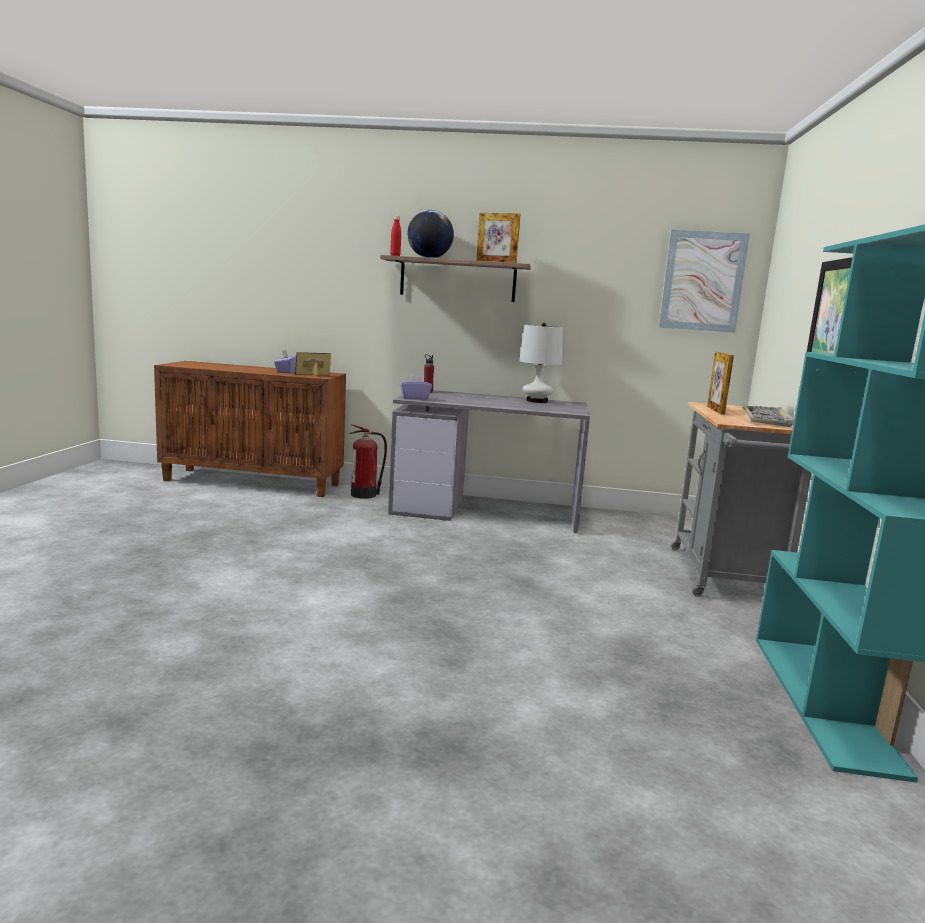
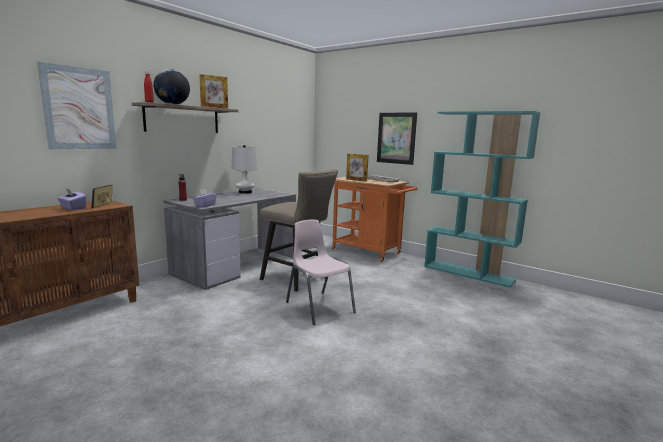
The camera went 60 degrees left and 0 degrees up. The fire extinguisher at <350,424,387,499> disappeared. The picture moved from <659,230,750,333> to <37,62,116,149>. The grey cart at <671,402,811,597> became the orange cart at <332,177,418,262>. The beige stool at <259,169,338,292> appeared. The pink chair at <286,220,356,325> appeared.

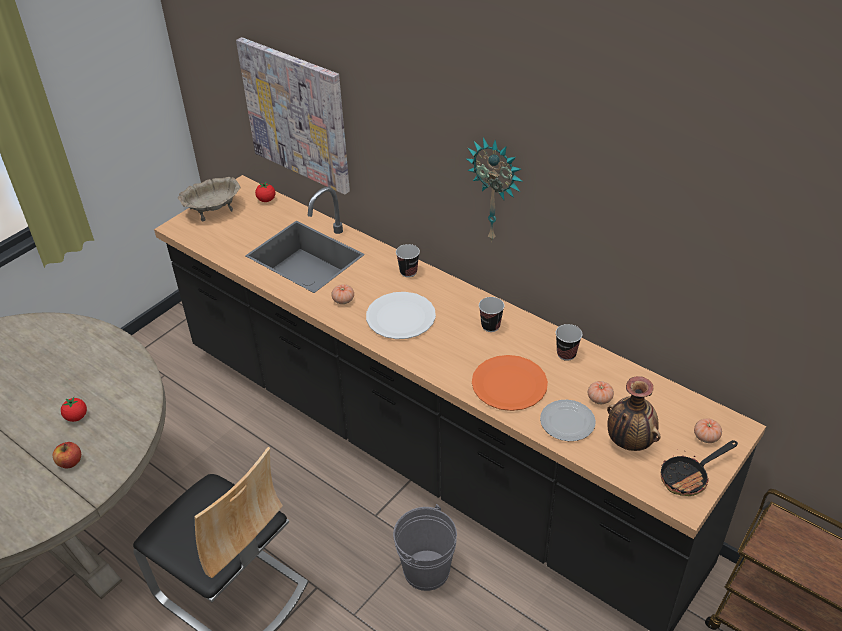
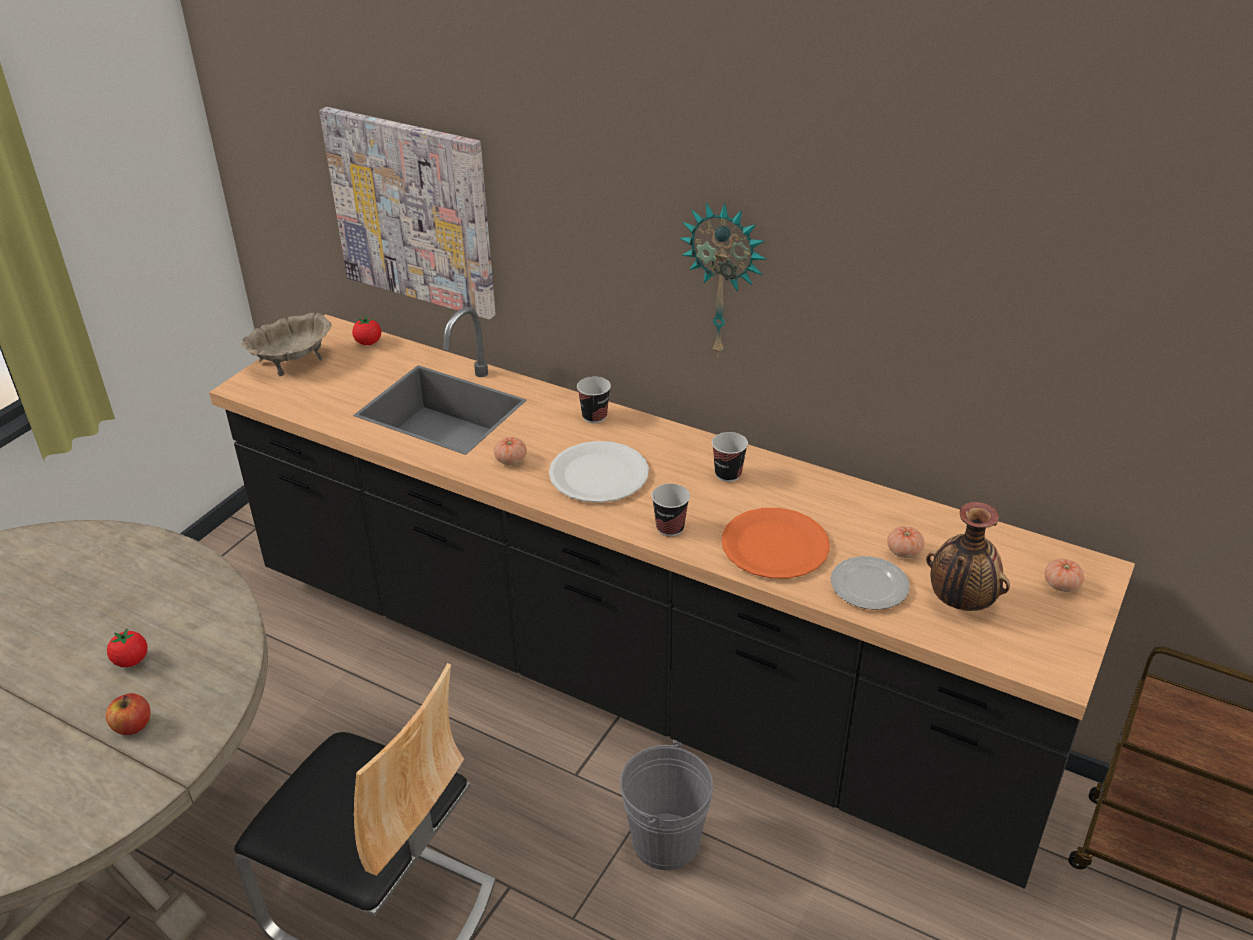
The camera went 10 degrees left and 5 degrees down. The cup moved from <555,324,582,361> to <651,484,690,537>. The frying pan at <661,440,738,496> disappeared.

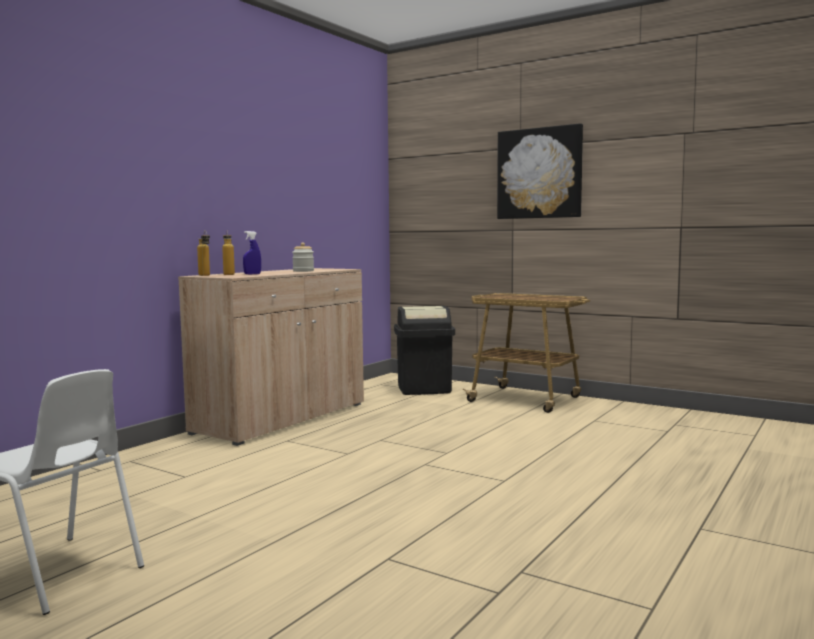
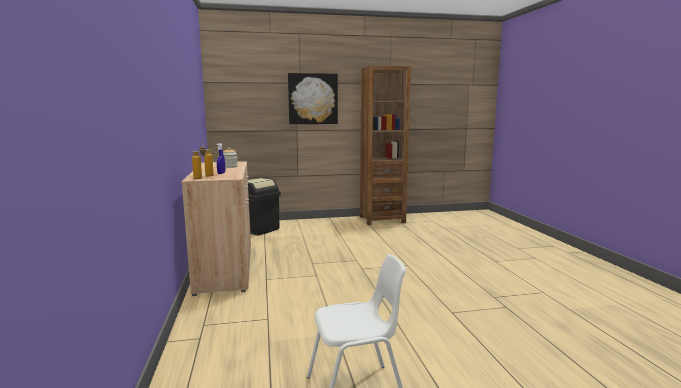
The camera went 45 degrees left and 5 degrees up. The cart at <462,293,590,413> disappeared. The brown bookcase at <360,65,411,225> appeared.

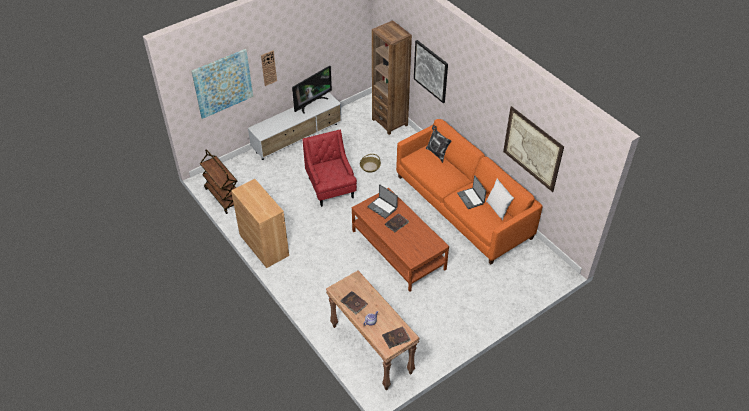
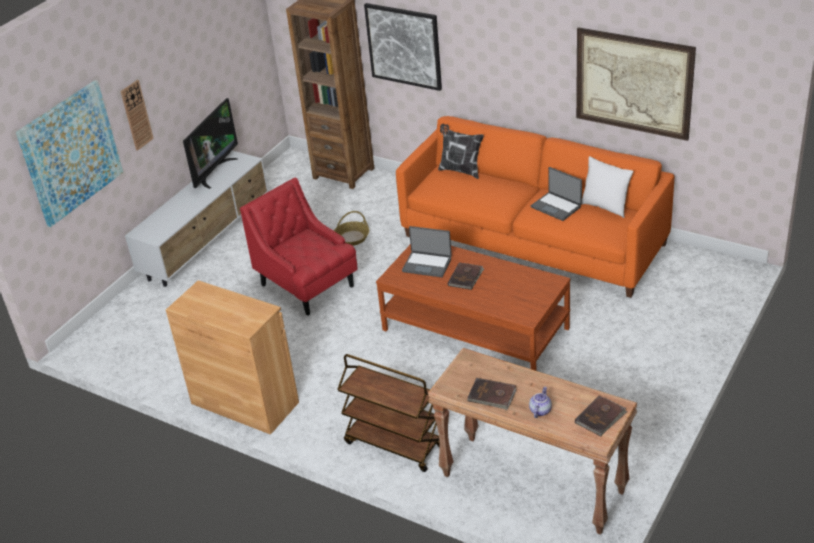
The camera went 20 degrees left and 10 degrees down. The brown cart moved from <200,149,237,214> to <337,354,440,472>.

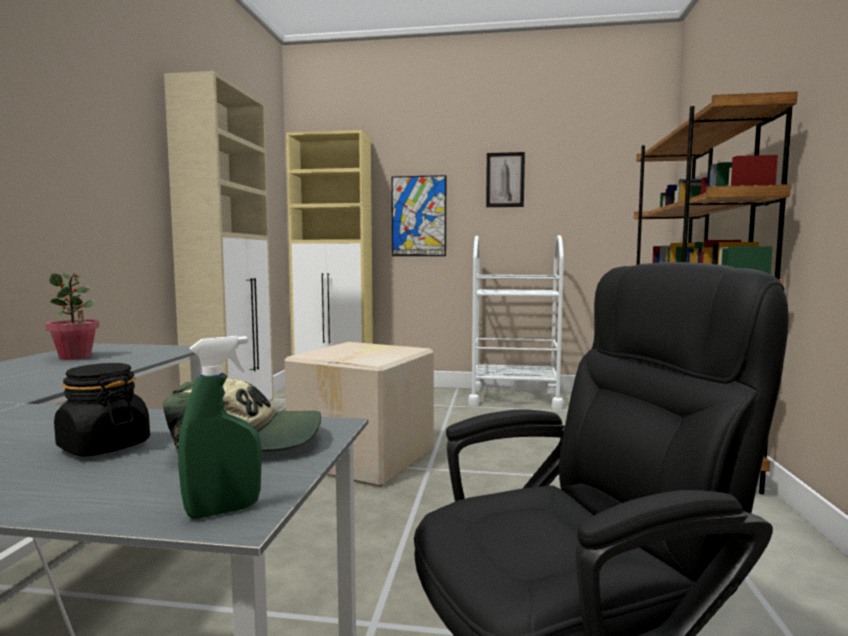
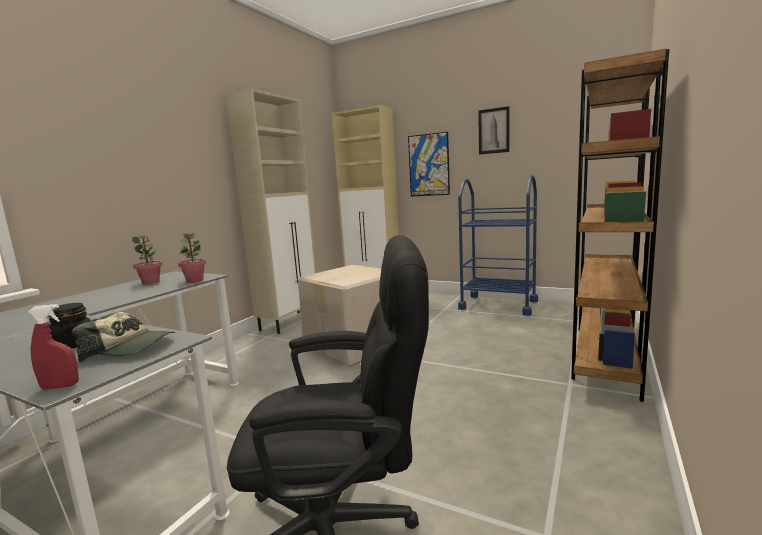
The camera went 20 degrees right and 5 degrees up. The green spray bottle at <178,336,262,519> became the red spray bottle at <28,304,79,390>. The white cart at <468,235,564,409> became the blue cart at <458,175,538,316>. The potted plant at <178,233,206,283> appeared.

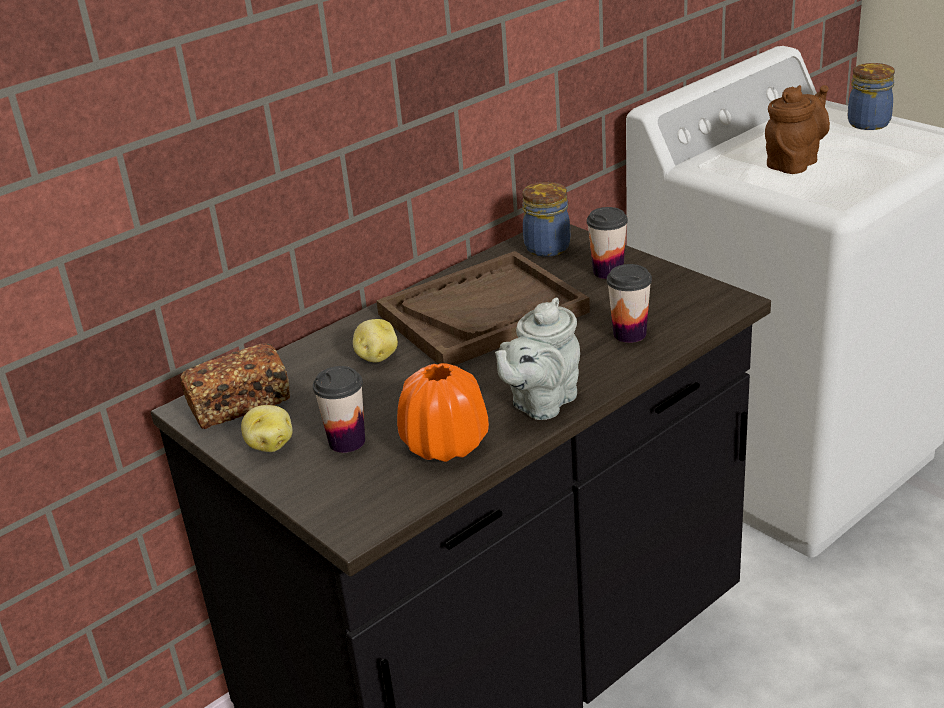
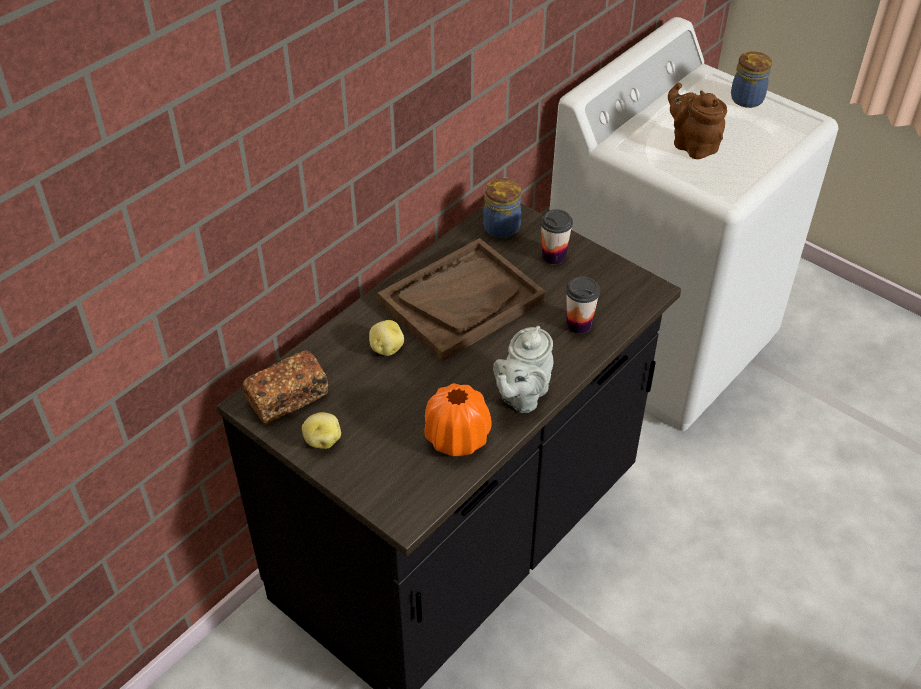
The camera went 10 degrees left and 15 degrees up. The cup at <313,366,365,453> disappeared. The brown teapot at <765,85,830,174> turned 75 degrees counterclockwise.

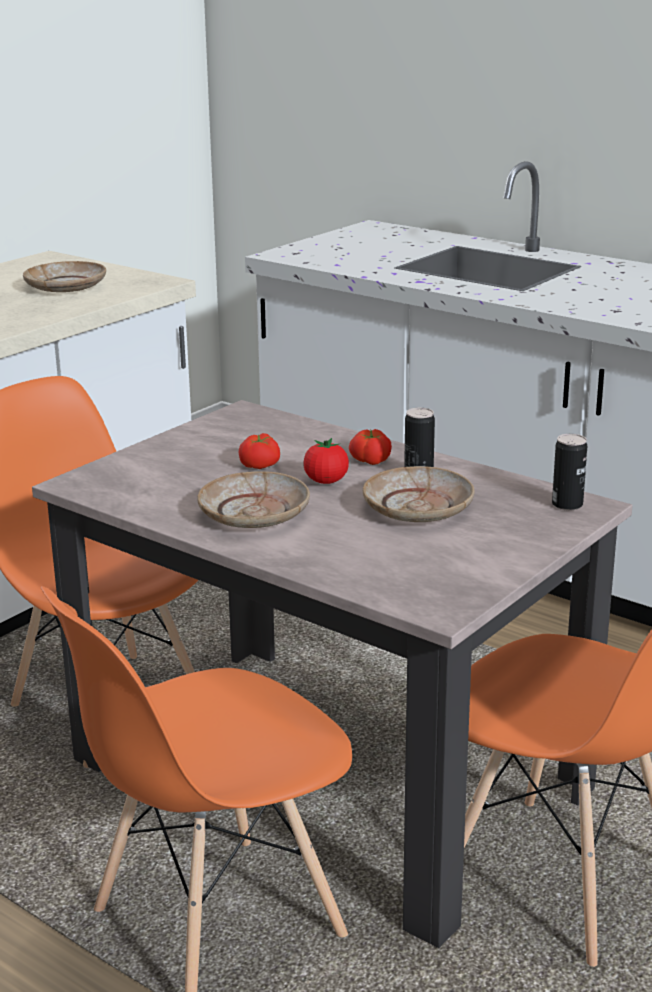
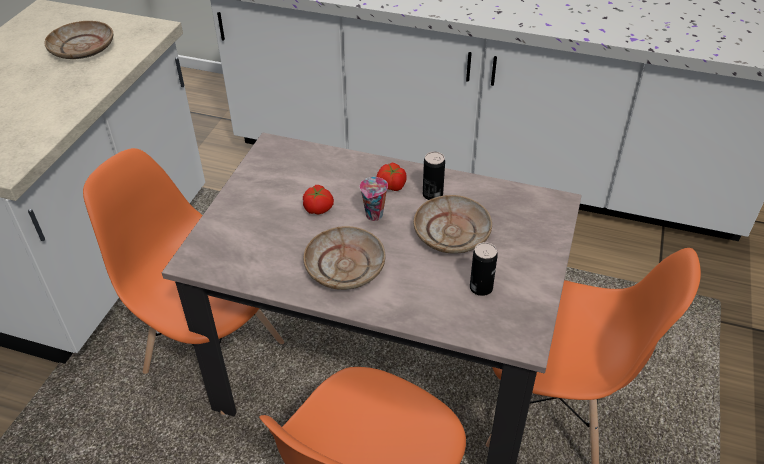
The camera went 20 degrees left and 20 degrees up. The tomato at <303,438,349,484> was replaced by the cup at <360,177,388,221>. The can moved from <552,434,587,511> to <470,242,498,296>.

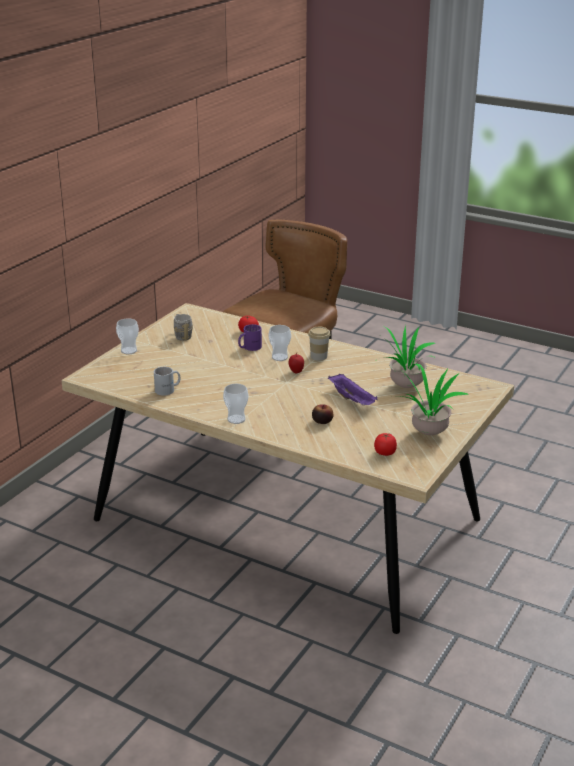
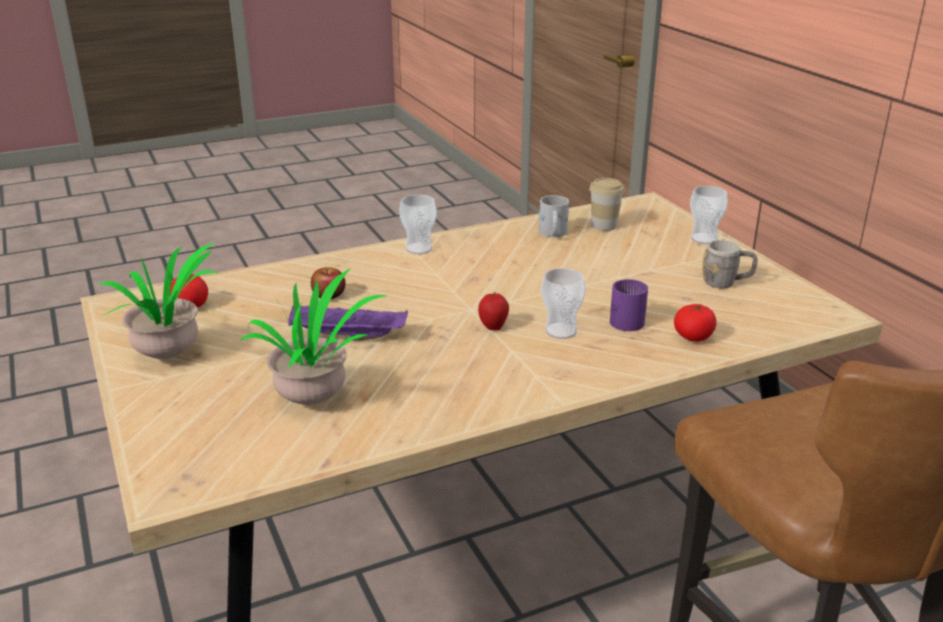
The camera went 125 degrees right and 0 degrees up. The cup moved from <308,327,331,361> to <589,178,624,231>.

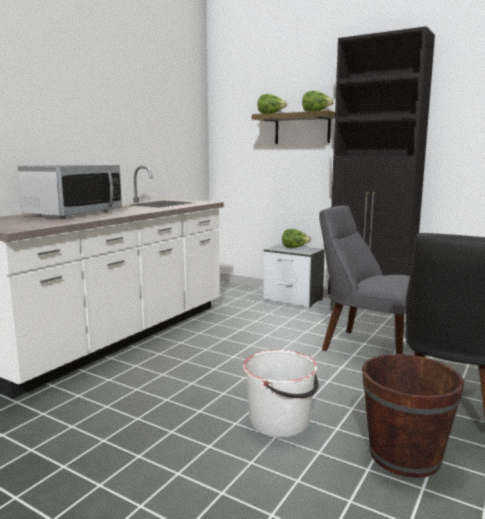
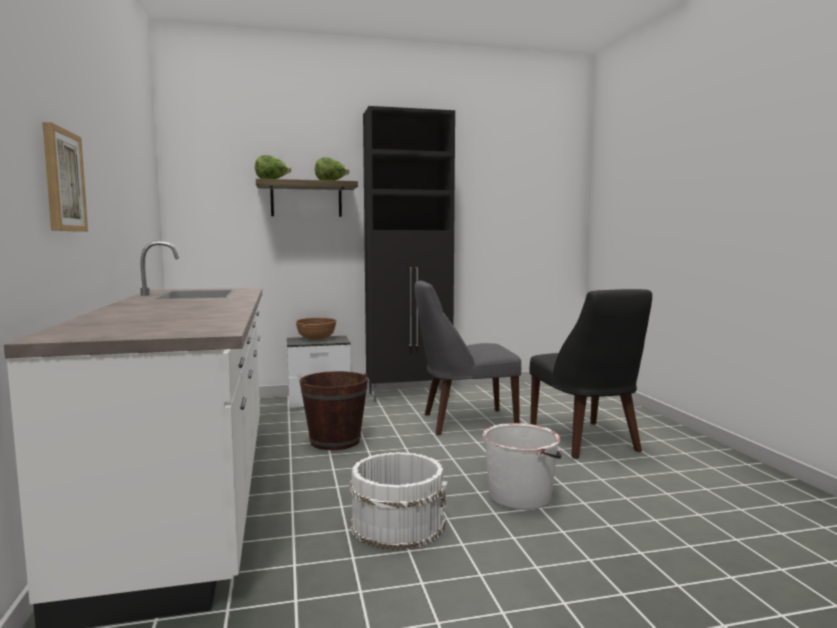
The camera went 45 degrees left and 5 degrees down. The microwave at <18,165,122,218> disappeared. The lettuce at <282,229,311,248> was replaced by the brown bowl at <296,318,337,340>. The brown bucket moved from <362,354,464,478> to <300,371,368,450>. The picture at <42,122,88,232> appeared. The white bucket at <350,452,447,550> appeared.

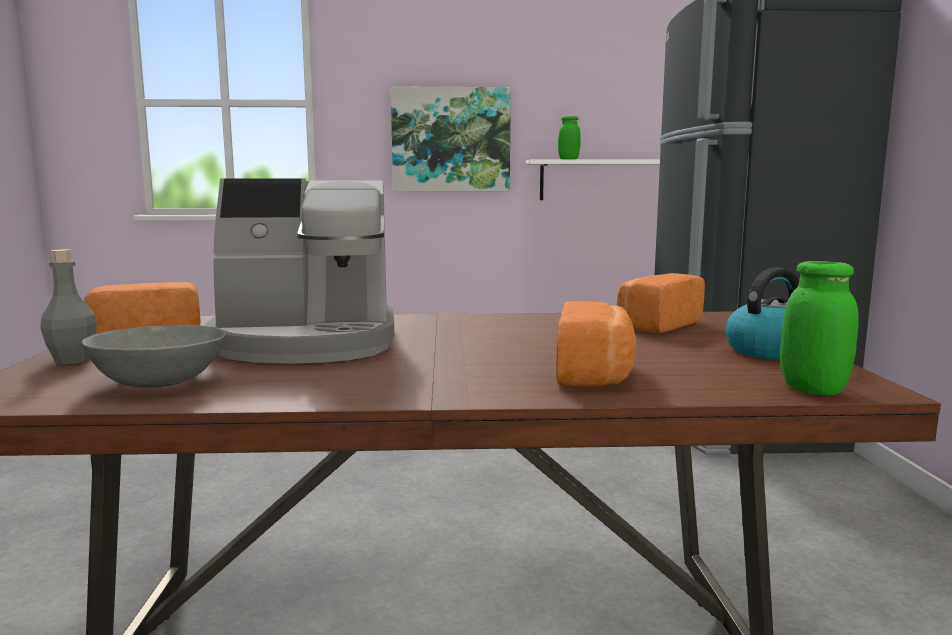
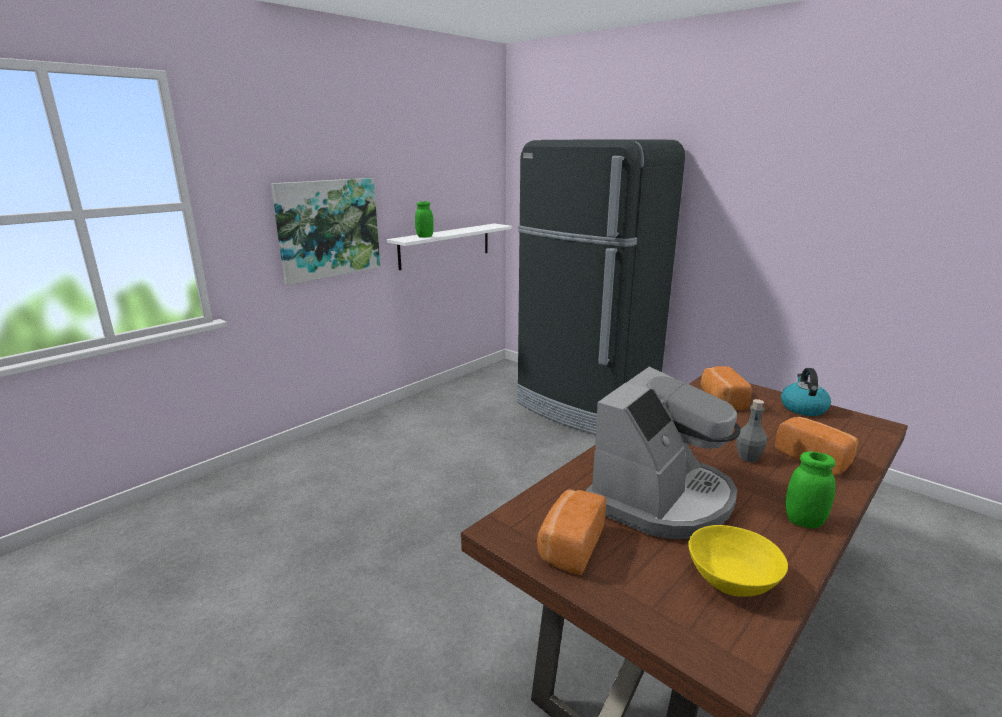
The camera went 45 degrees left and 10 degrees up. The grey bottle moved from <40,249,97,364> to <736,399,767,463>. The grey bowl at <81,325,227,388> became the yellow bowl at <688,525,788,597>. The green jar moved from <780,261,859,395> to <785,452,836,528>.

